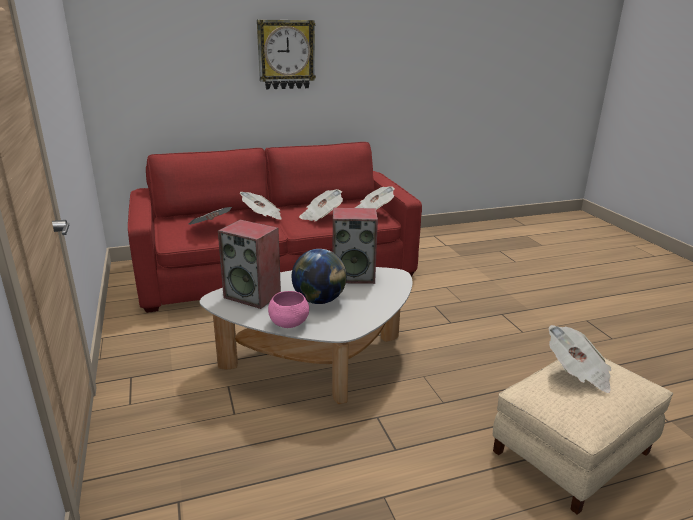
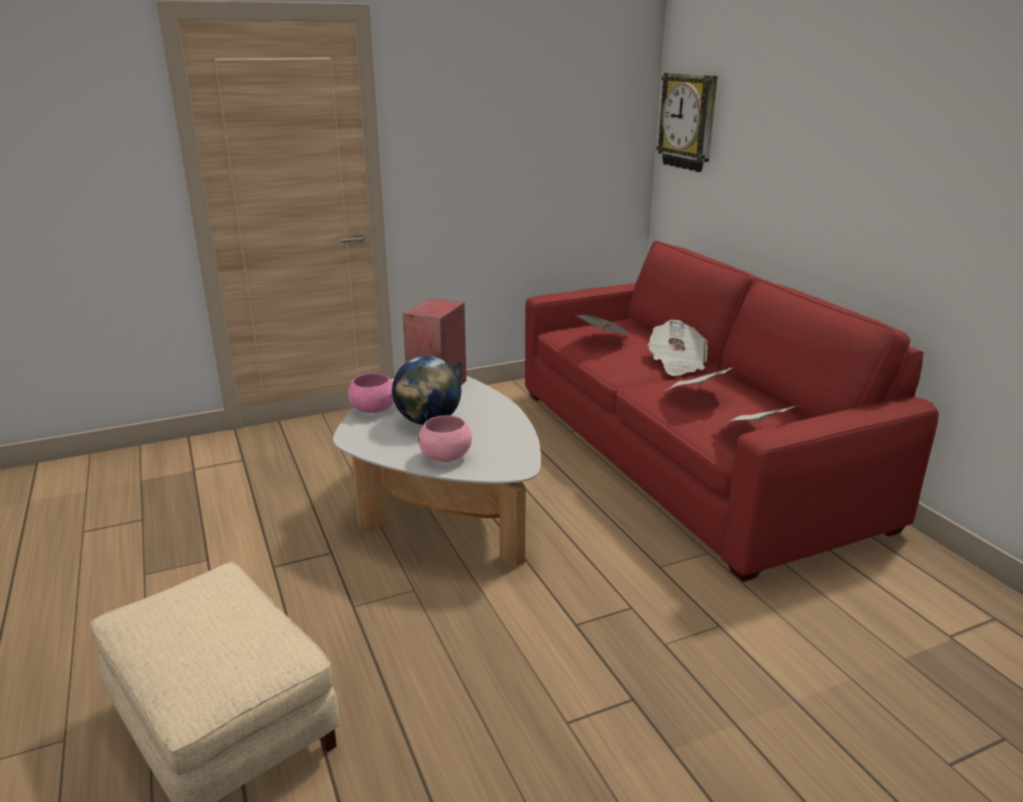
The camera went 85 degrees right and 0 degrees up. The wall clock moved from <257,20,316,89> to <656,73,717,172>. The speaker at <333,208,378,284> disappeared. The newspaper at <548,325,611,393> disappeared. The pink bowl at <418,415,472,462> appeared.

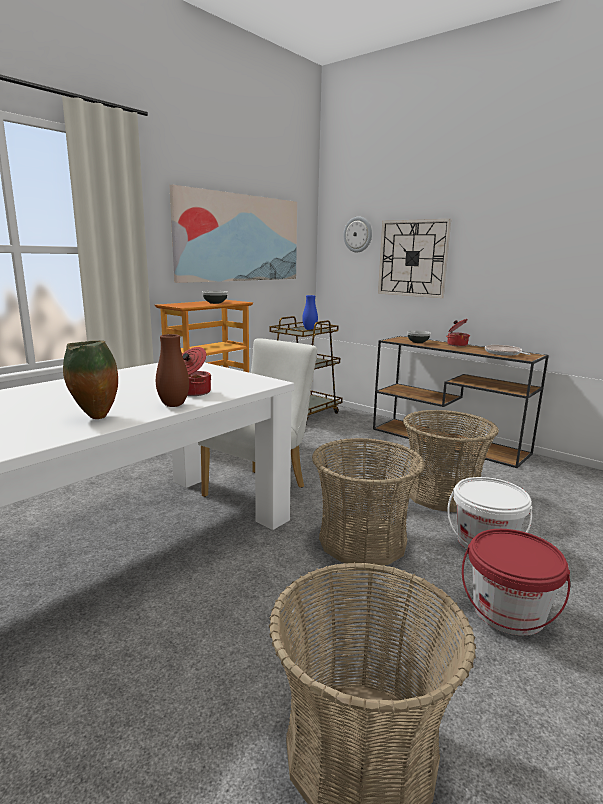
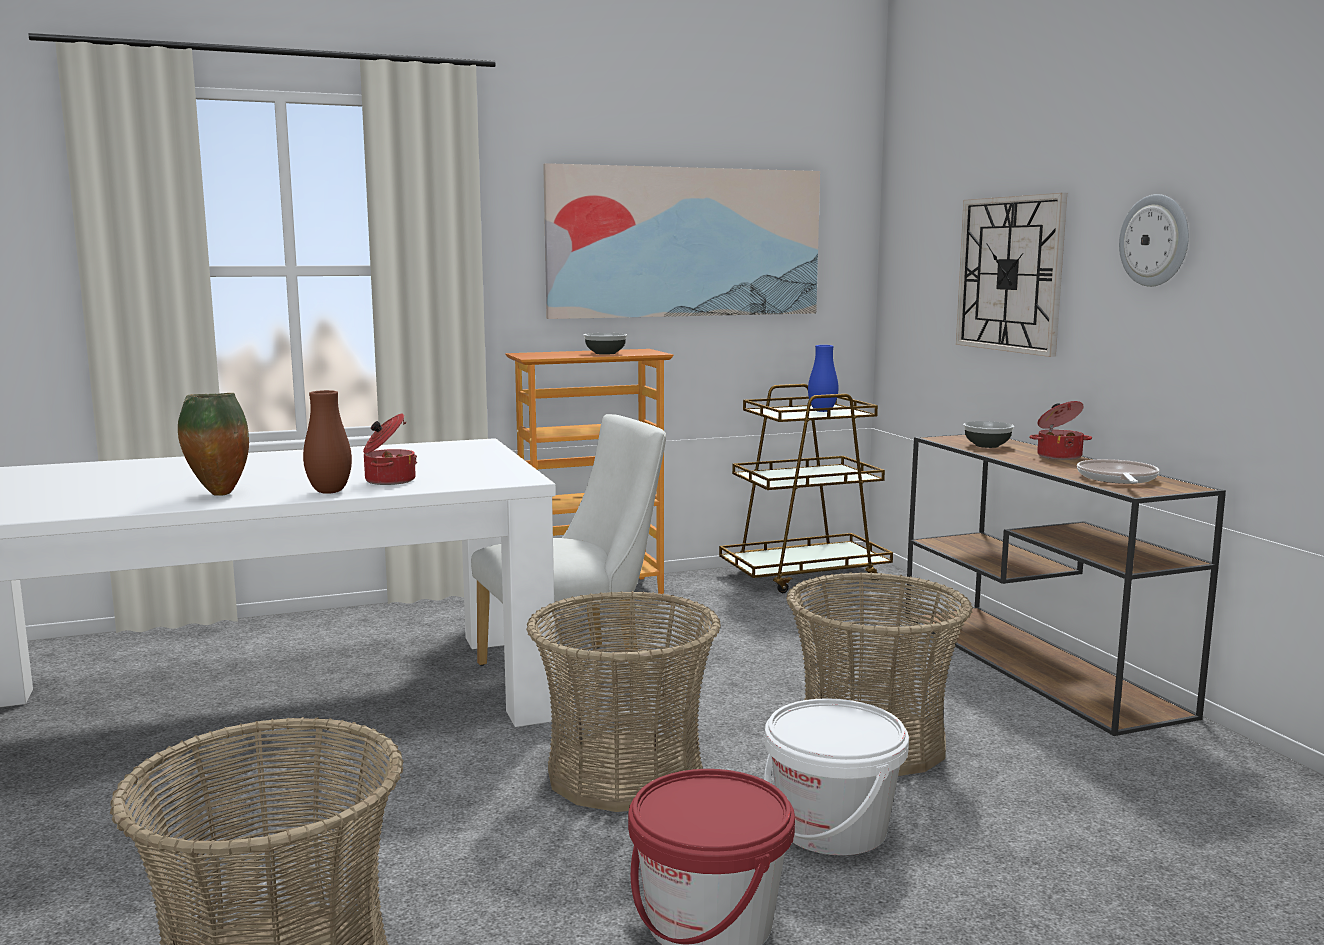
The camera went 30 degrees right and 5 degrees down. The wall clock moved from <343,216,372,252> to <1119,194,1189,287>.

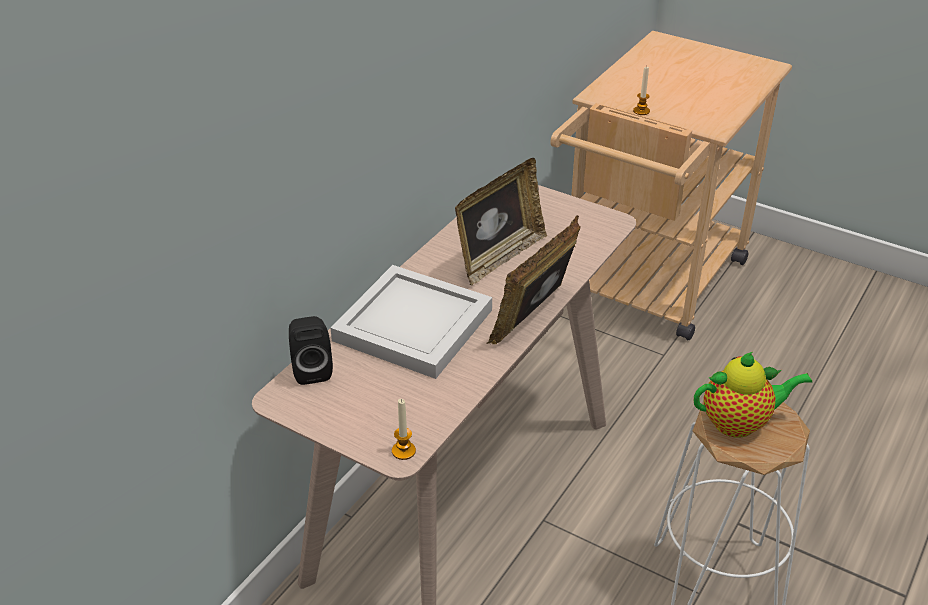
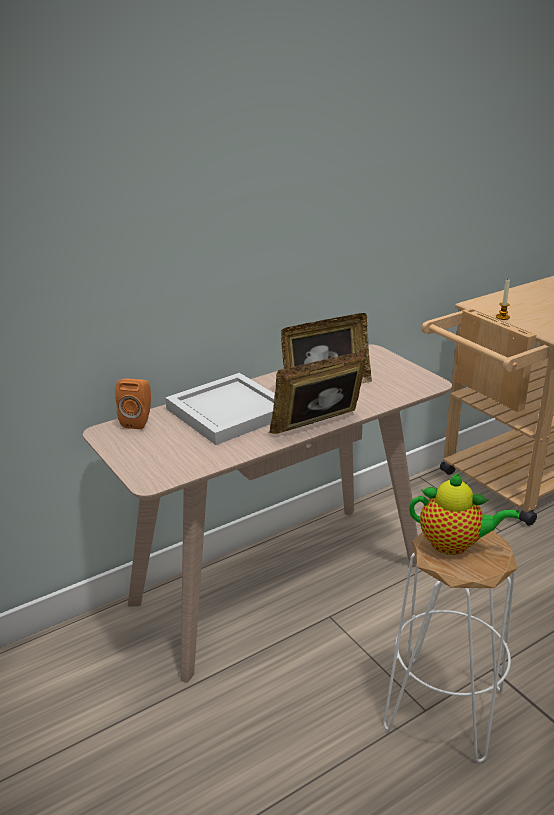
The camera went 25 degrees right and 10 degrees down. The black speaker at <289,316,333,385> became the orange speaker at <115,378,151,429>. The candle at <392,399,416,460> disappeared.

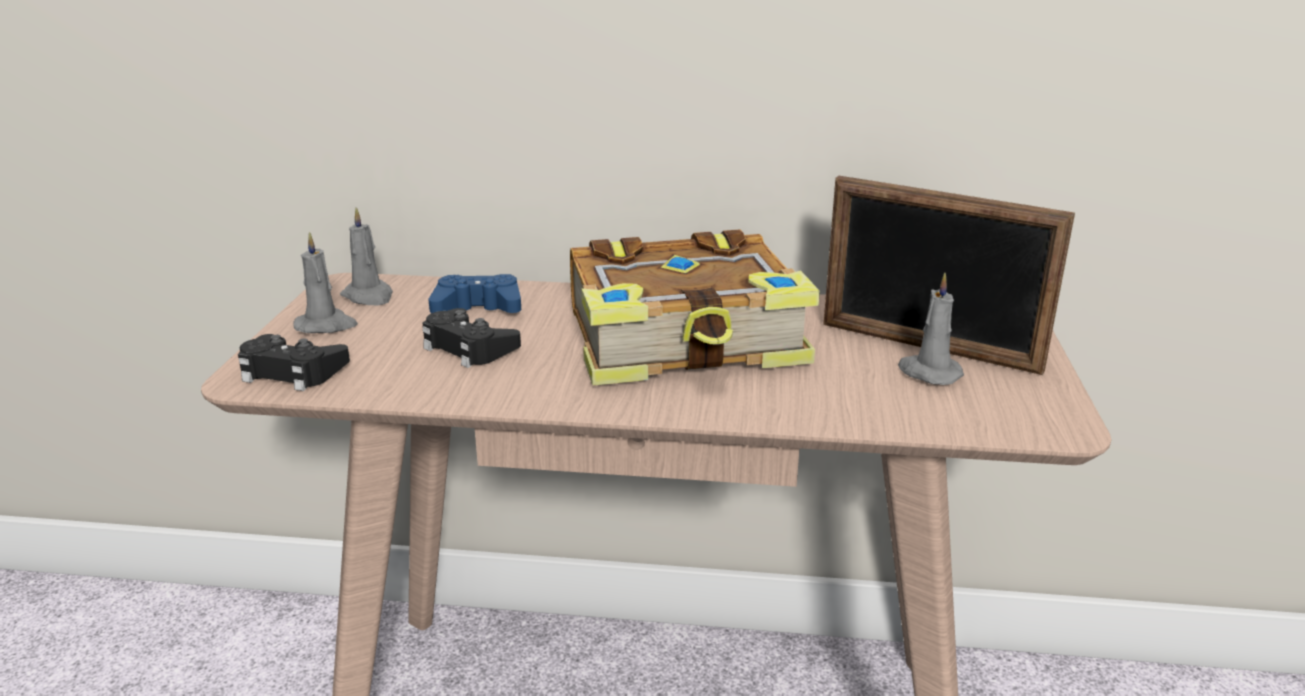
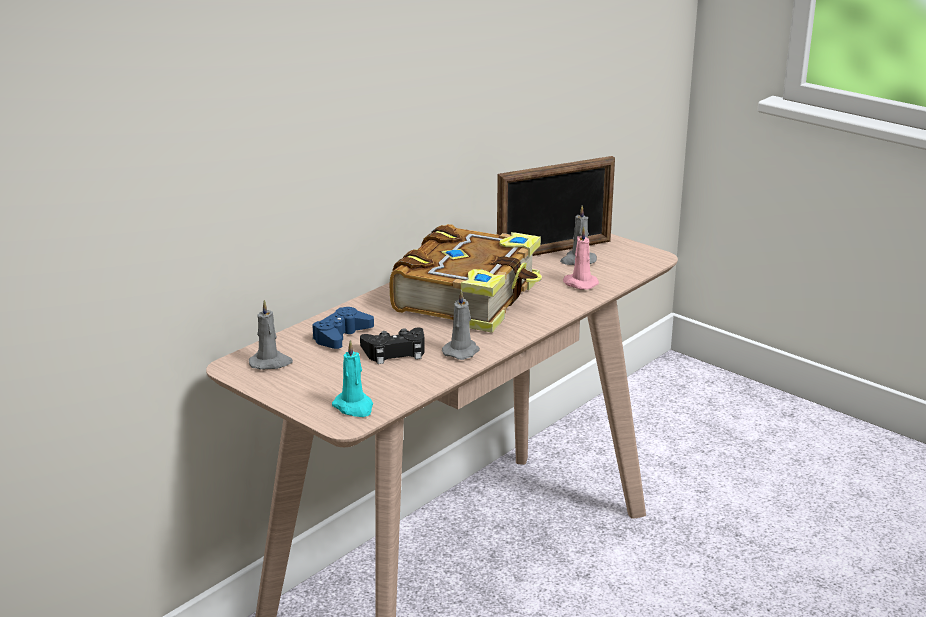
The camera went 55 degrees left and 0 degrees up. The black game controller at <238,334,350,391> was replaced by the turquoise candle at <332,340,373,417>. The grey candle moved from <294,232,358,333> to <442,289,480,360>. The pink candle at <563,226,599,290> appeared.

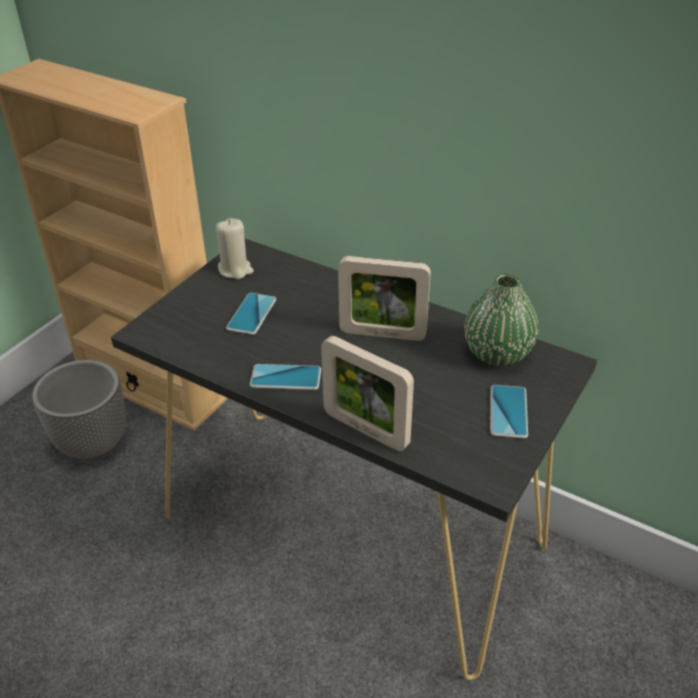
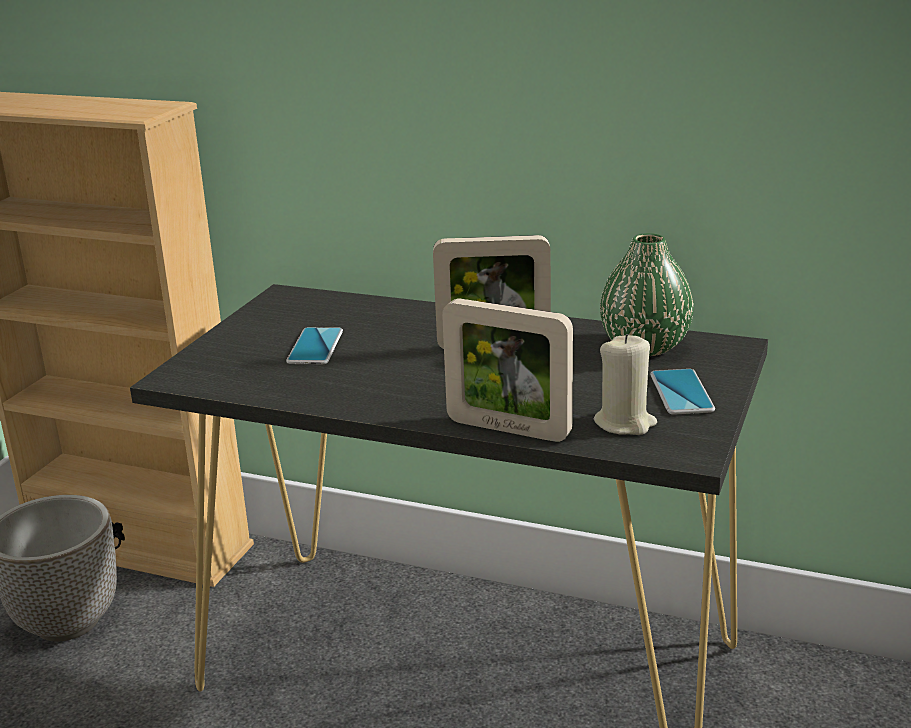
The camera went 10 degrees left and 15 degrees down. The beige candle moved from <216,218,254,279> to <594,334,657,435>. The phone at <250,364,321,390> disappeared.

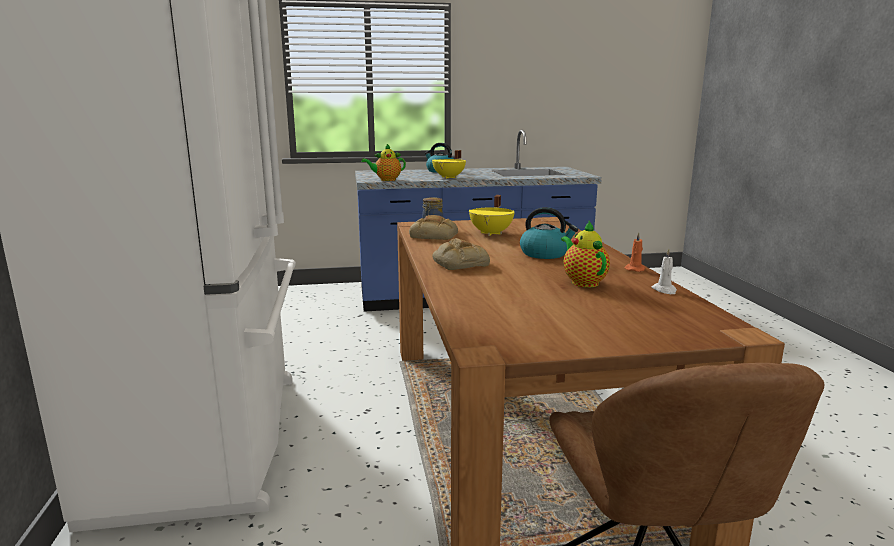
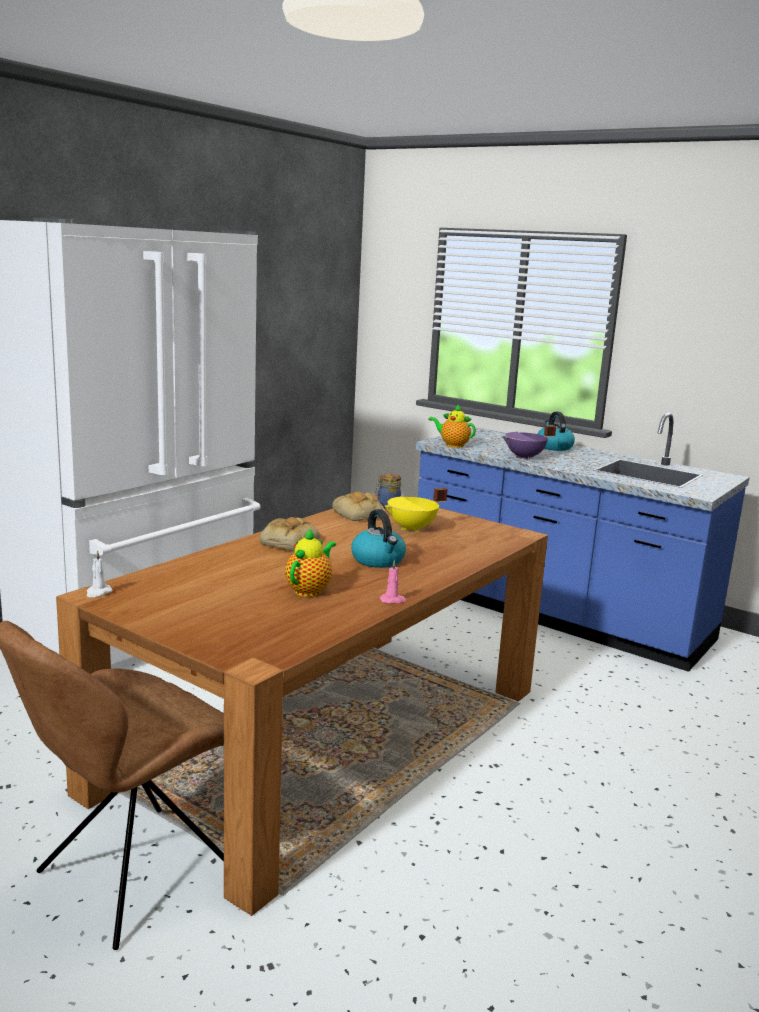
The camera went 45 degrees right and 0 degrees up. The yellow cooking pot at <432,150,466,179> became the purple cooking pot at <502,425,556,460>. The orange candle at <624,232,645,272> became the pink candle at <380,559,406,604>. The white candle moved from <652,249,677,294> to <87,550,112,597>.

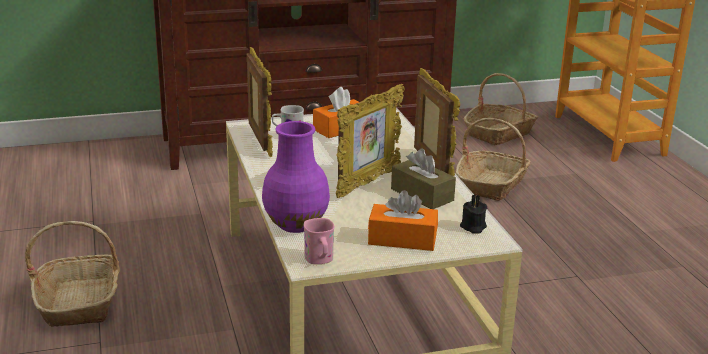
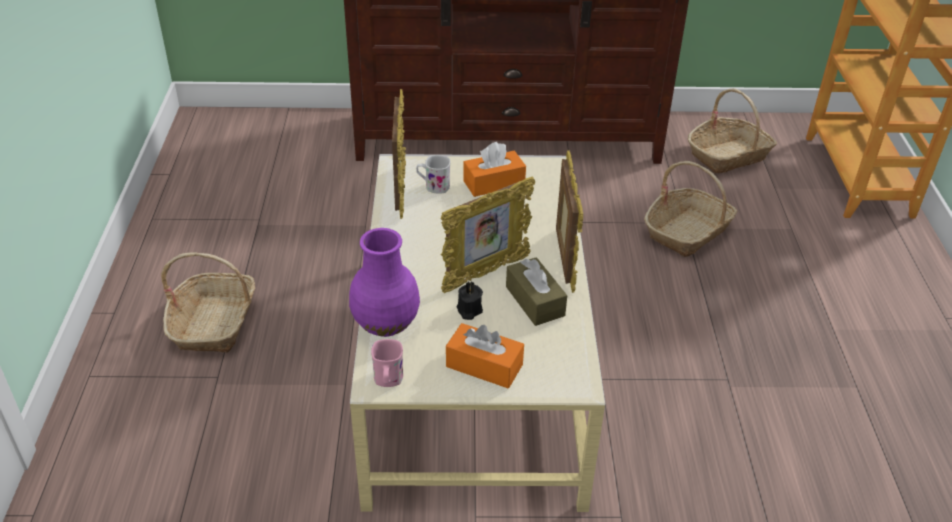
The camera went 15 degrees right and 15 degrees up. The black candle moved from <460,194,487,234> to <457,282,483,320>.

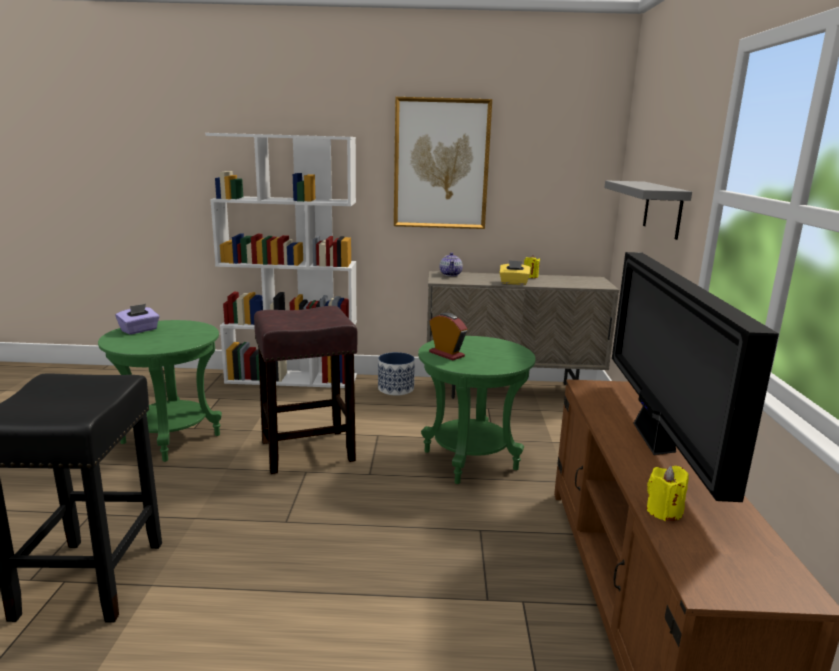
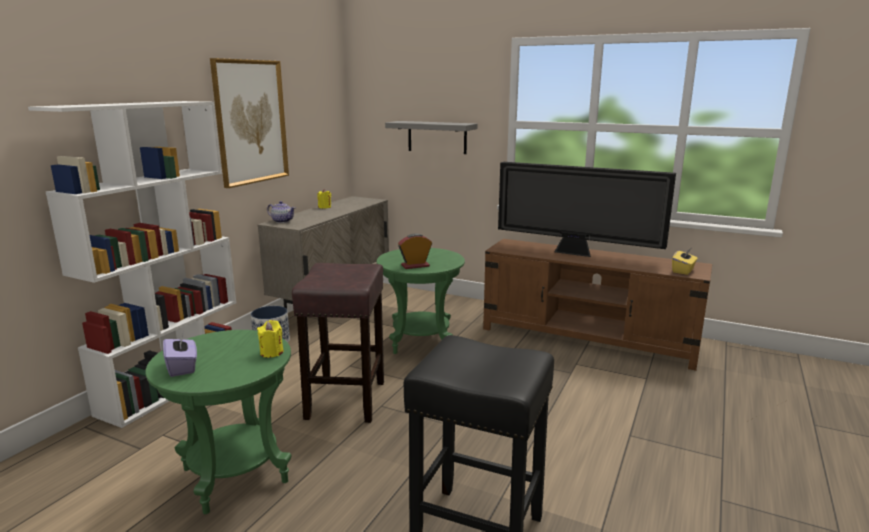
The camera went 65 degrees left and 0 degrees up. The yellow tissue box moved from <499,260,530,285> to <672,249,698,275>. The yellow candle moved from <647,466,689,521> to <257,320,284,358>.

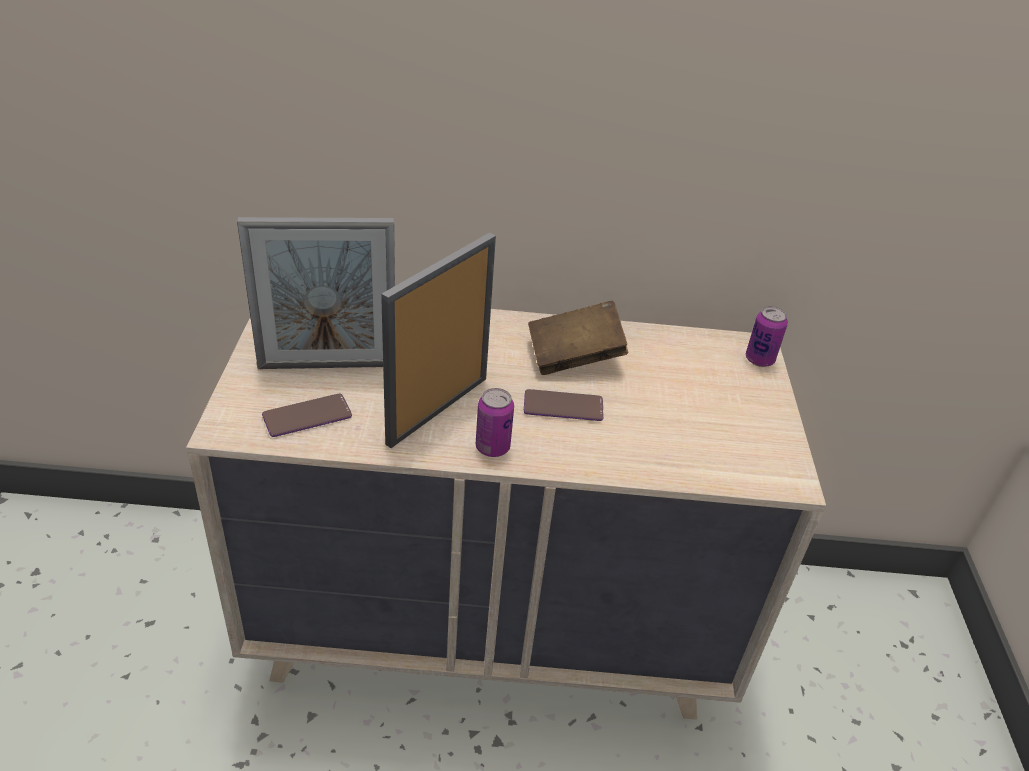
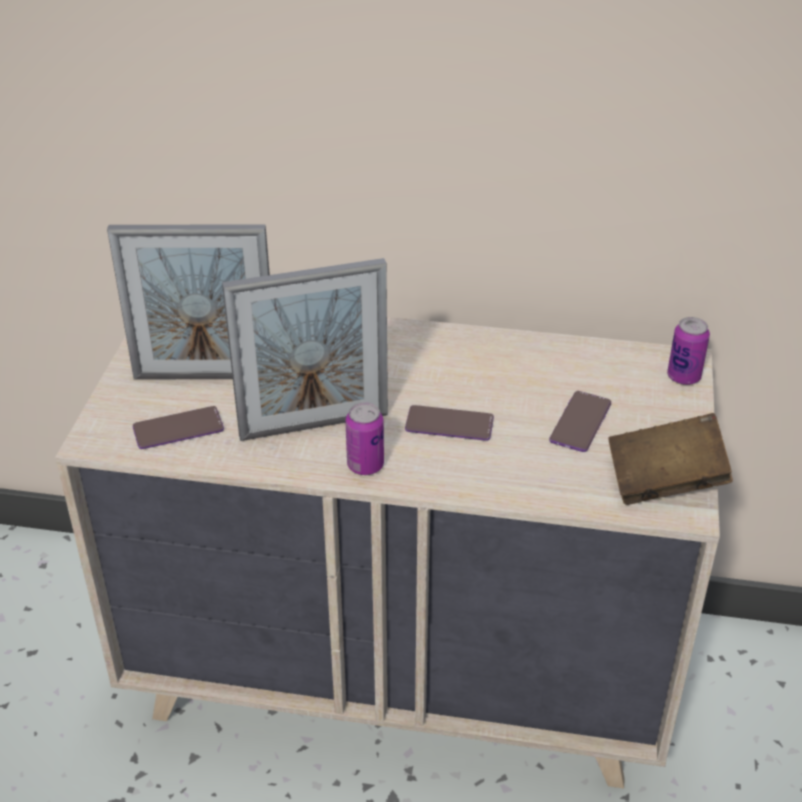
The camera went 10 degrees right and 0 degrees up. The picture frame at <381,233,496,448> turned 150 degrees counterclockwise. The brown book moved from <528,300,628,375> to <608,413,733,505>. The phone at <549,391,611,452> appeared.

